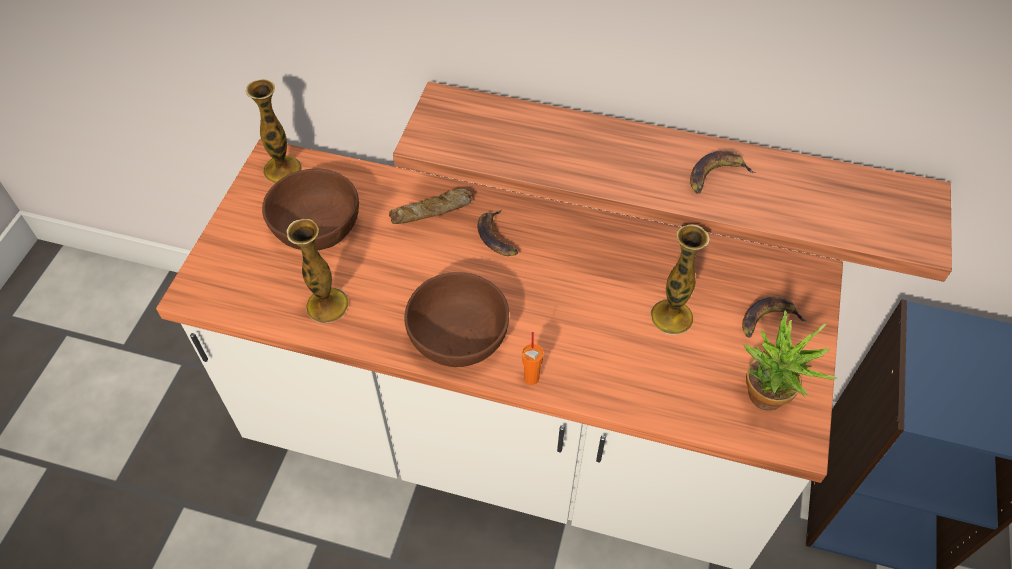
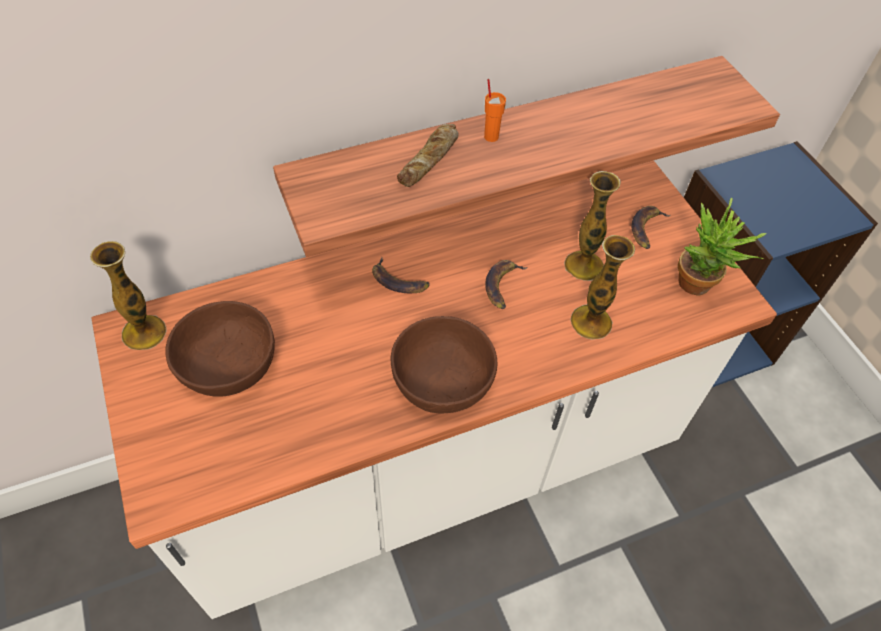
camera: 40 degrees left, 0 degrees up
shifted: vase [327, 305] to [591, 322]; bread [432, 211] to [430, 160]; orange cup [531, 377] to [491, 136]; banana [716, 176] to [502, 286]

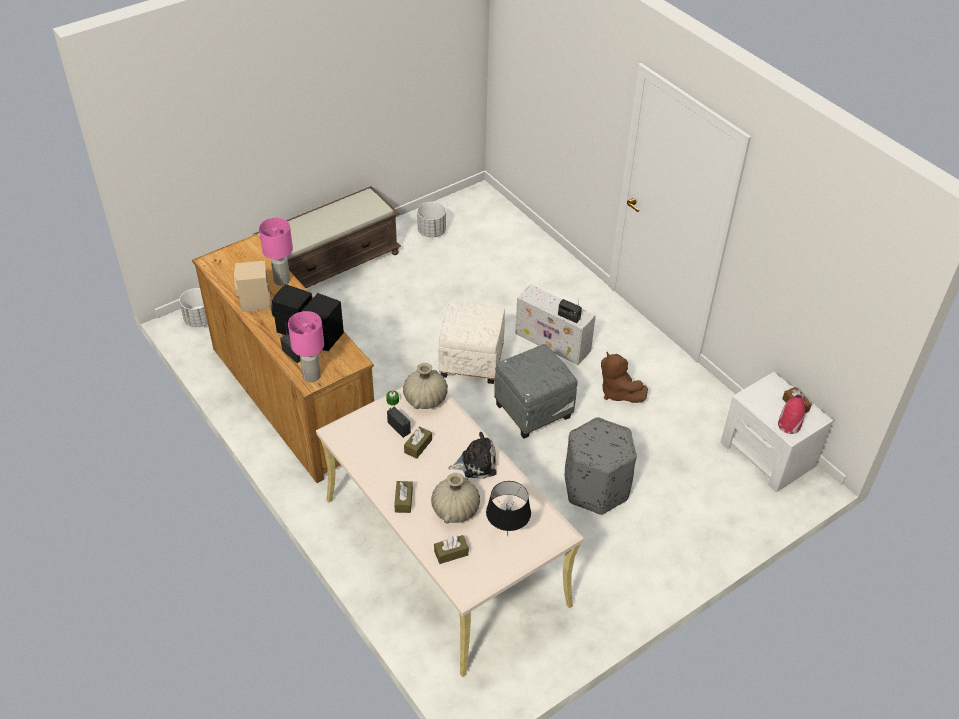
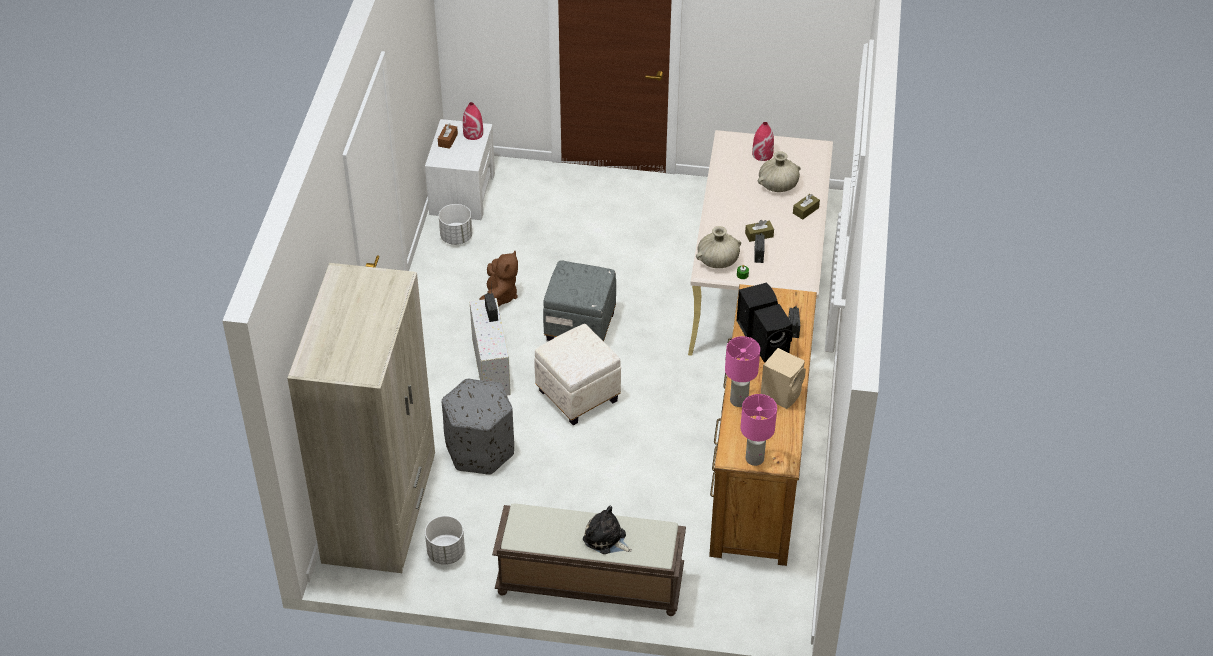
camera: 135 degrees left, 0 degrees up
gone: brown tissue box [451, 553]
new: beige wardrobe [381, 509]
shifted: white planter [200, 320] to [456, 237]; pink table lamp [311, 376] to [755, 458]; plush toy [476, 463] to [606, 539]; grey ottoman [596, 488] to [480, 450]
swapped: black table lamp [507, 536] to red vase [762, 154]

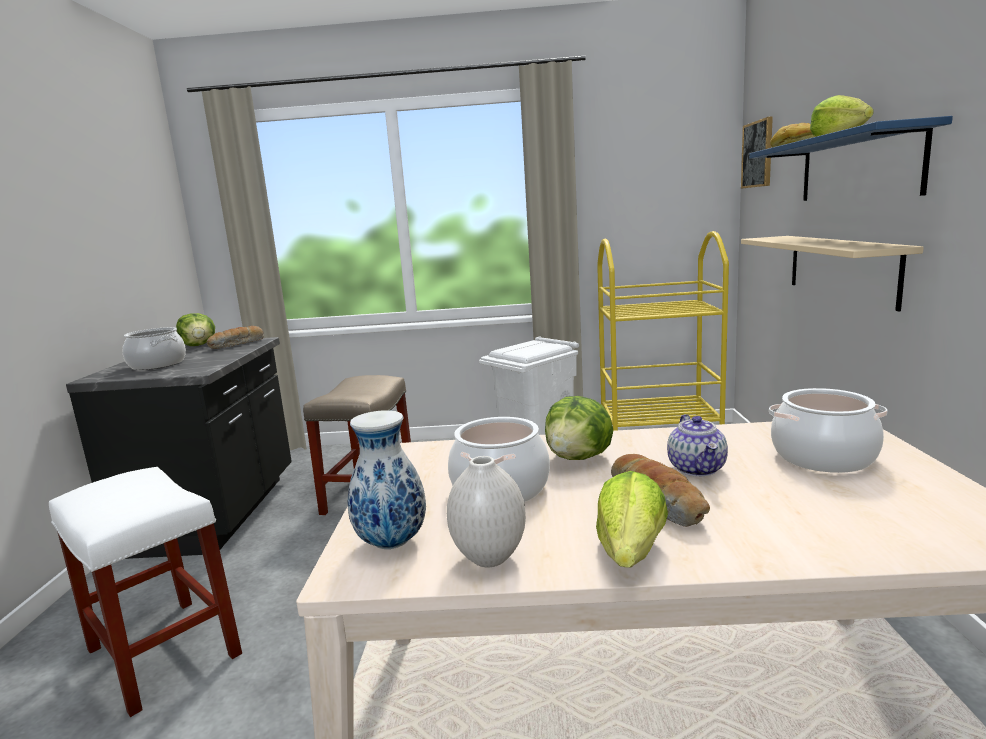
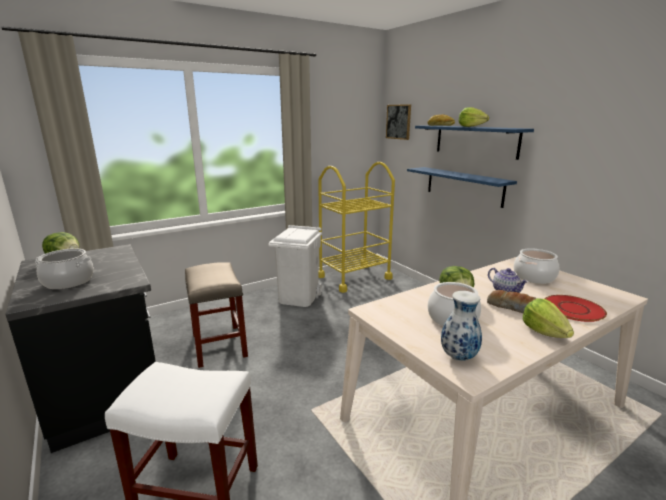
camera: 35 degrees left, 5 degrees up
gone: bread [238, 344]; white vase [489, 557]
new: red plate [573, 309]
repainted: beige shelf [840, 268] to blue shelf [464, 186]

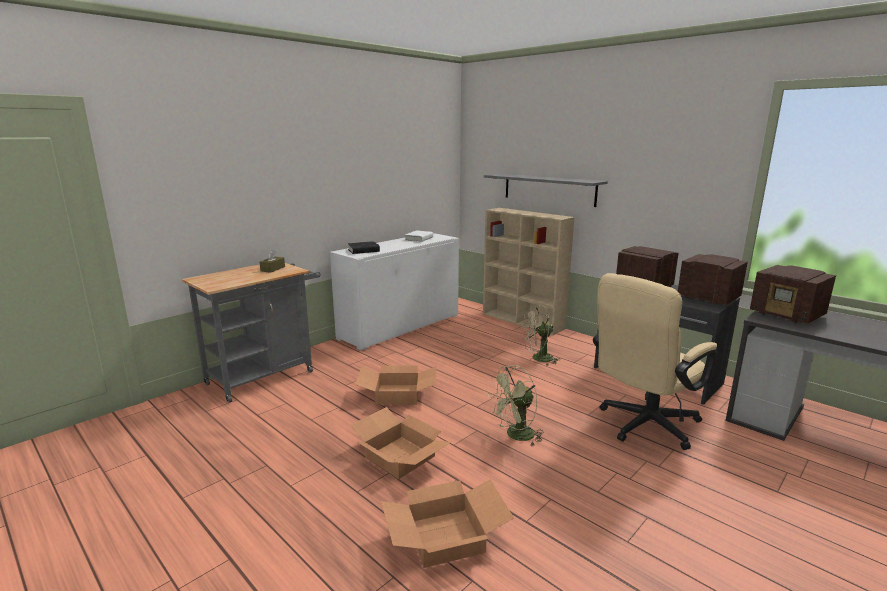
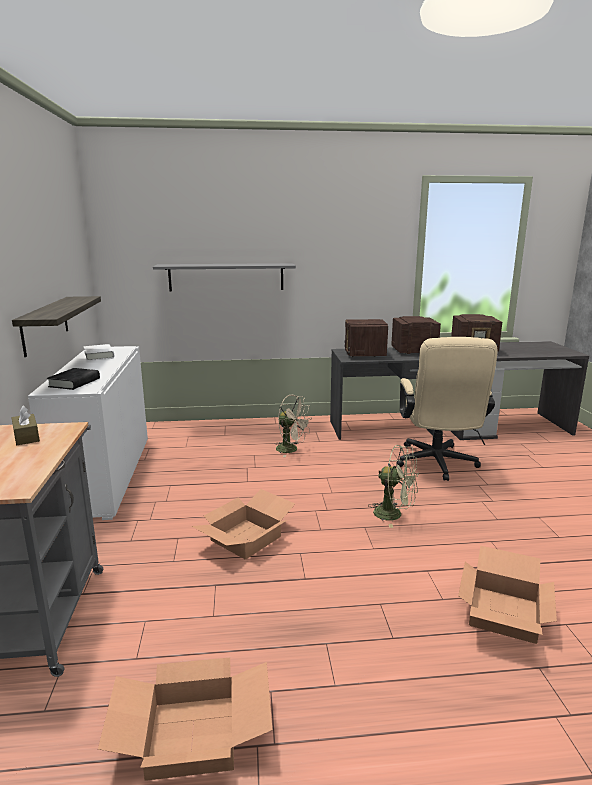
camera: 50 degrees left, 0 degrees up
gone: beige bookcase [523, 321]
new: shelf [45, 324]
shifted: cardboard box [398, 456] to [191, 737]
rotated: green fan [515, 436] = [394, 514] 75 degrees counterclockwise; beige fan [538, 359] = [291, 450] 90 degrees counterclockwise

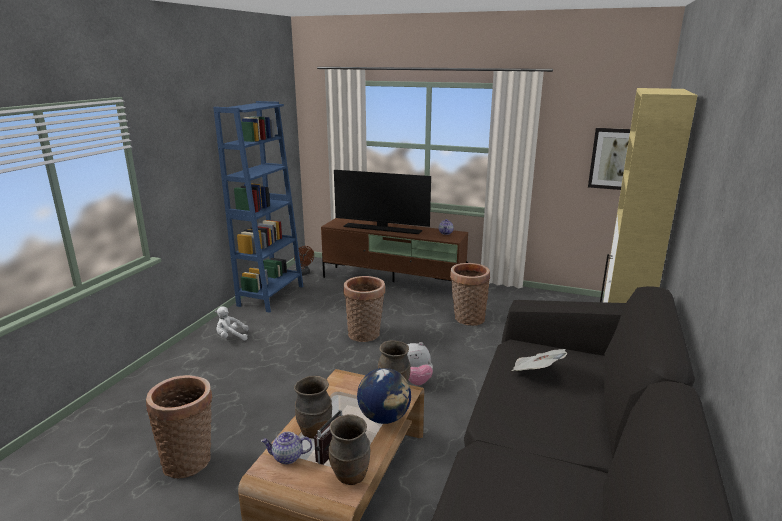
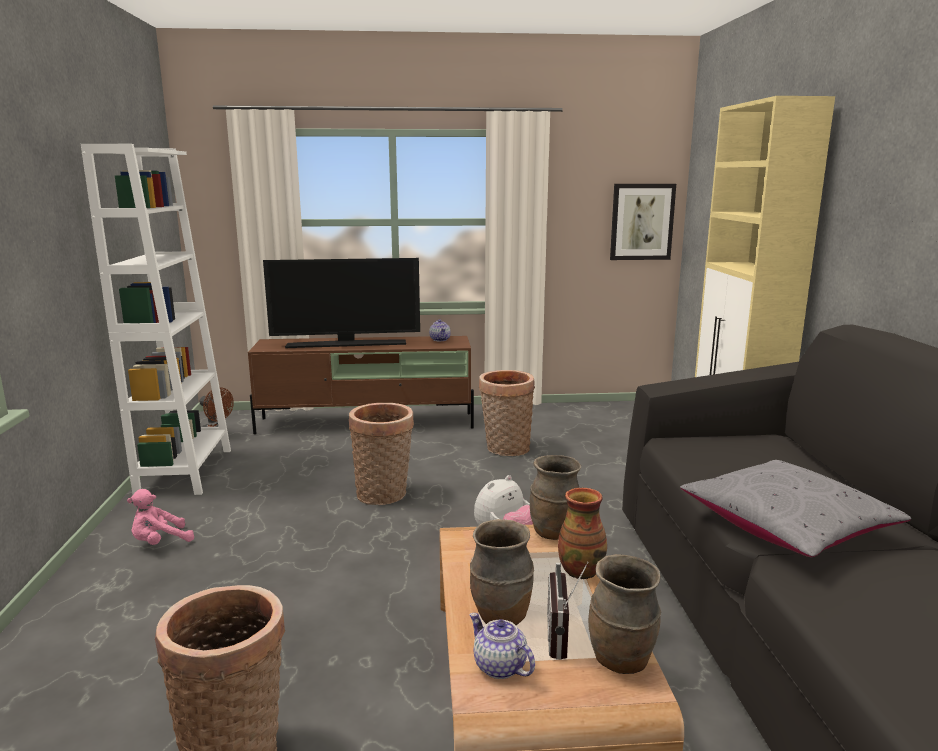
camera: 25 degrees left, 5 degrees down
gone: newspaper [536, 372]
new: grey pillow [786, 527]
swapped: globe [384, 417] to vase [581, 571]
repainted: blue bookcase [271, 296] to white bookcase [185, 472]; white plush toy [231, 337] to pink plush toy [160, 542]
rotated: teapot [287, 457] = [499, 666] 75 degrees clockwise

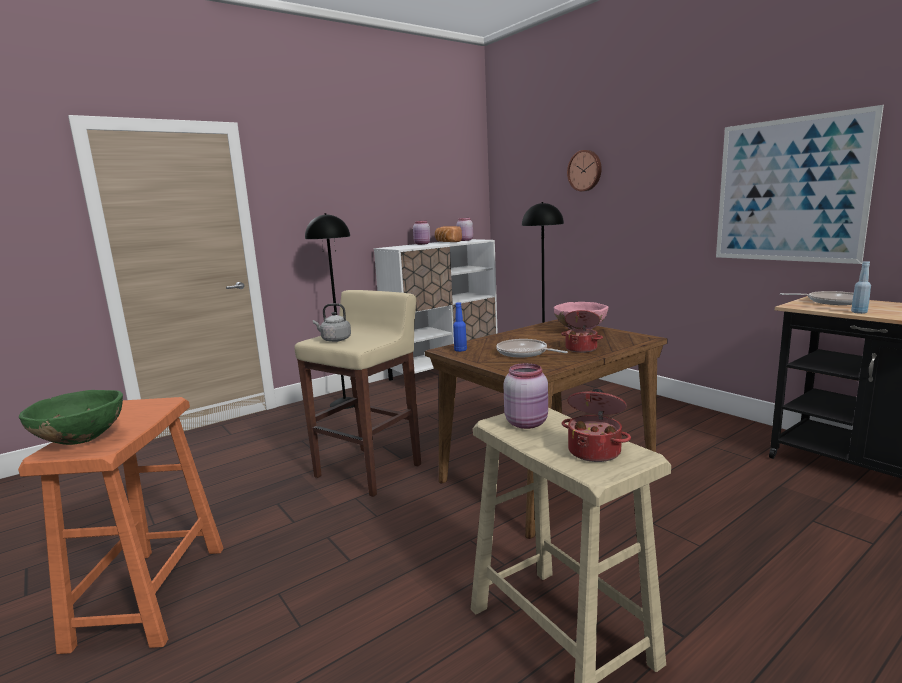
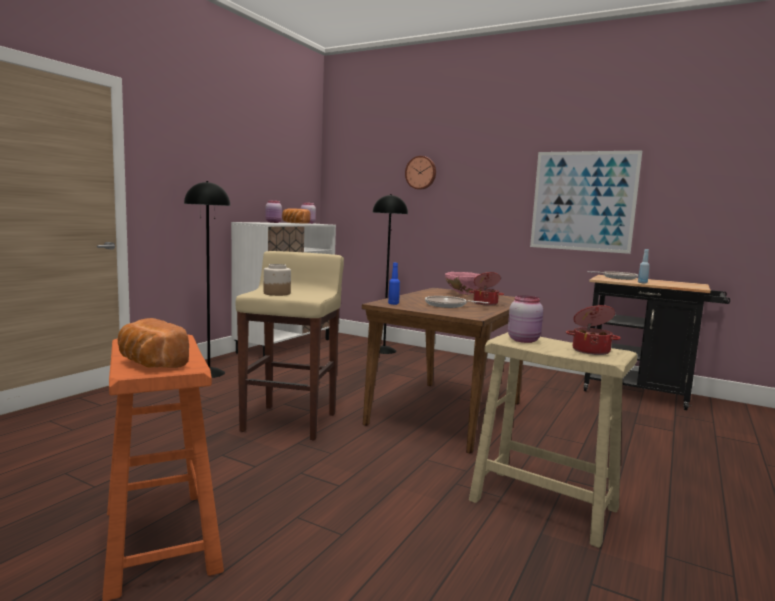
camera: 25 degrees left, 5 degrees down
swapped: green bowl [81, 441] to bread [149, 363]; grey kettle [334, 340] to jar [276, 293]

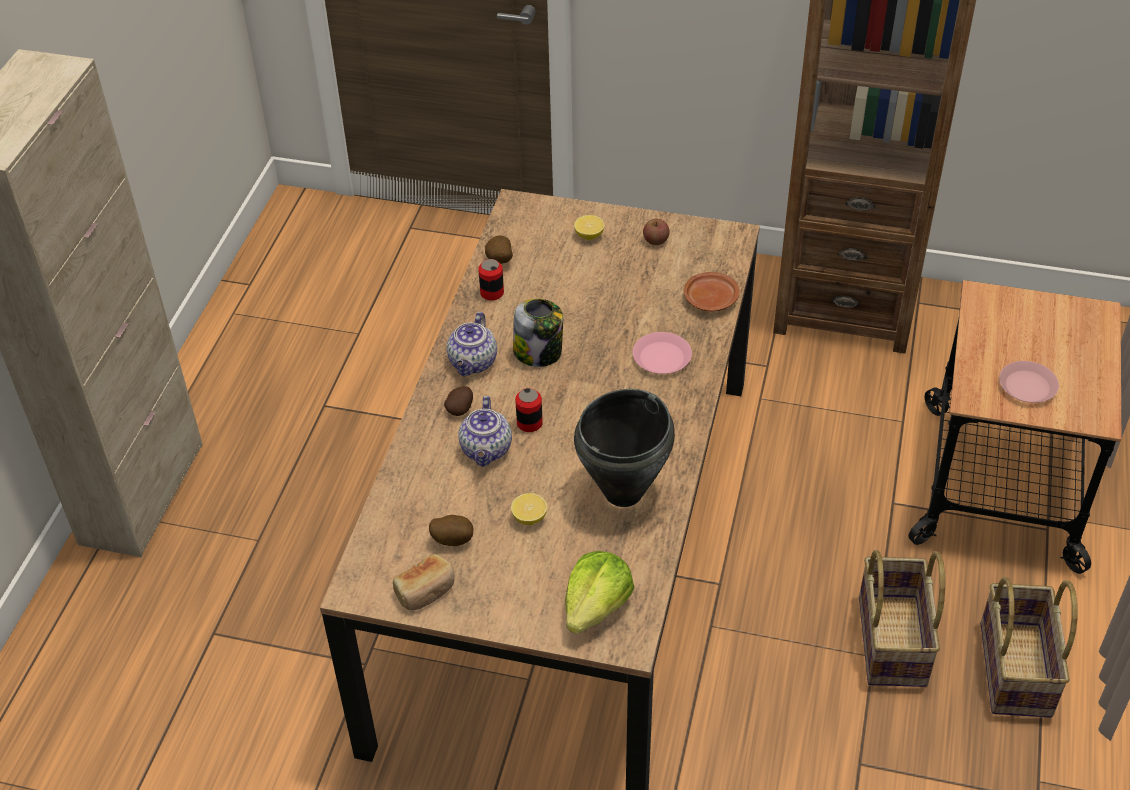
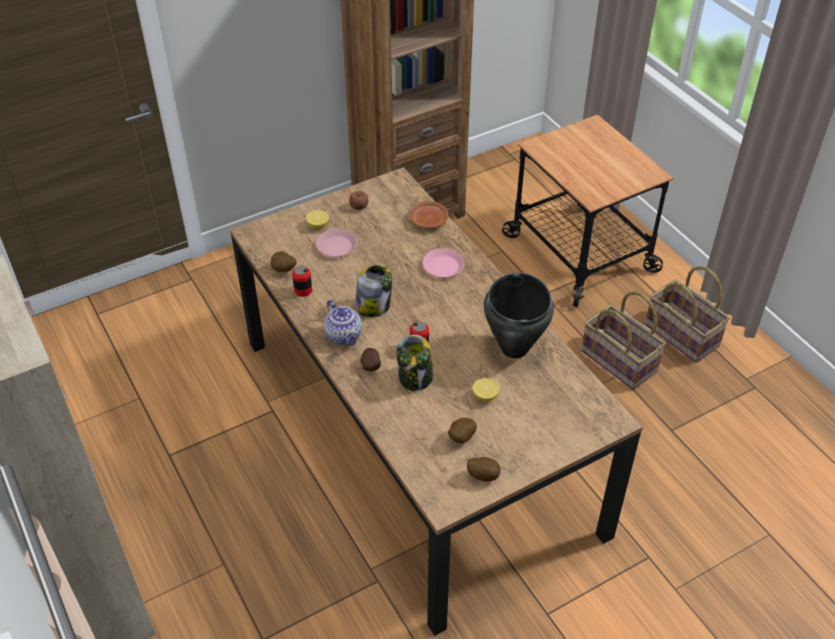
camera: 45 degrees left, 0 degrees up
gone: lettuce [596, 607]
shifted: pink plate [1027, 386] to [336, 246]
swapped: bread [426, 591] to potato [483, 475]; teapot [486, 451] to jar [415, 377]

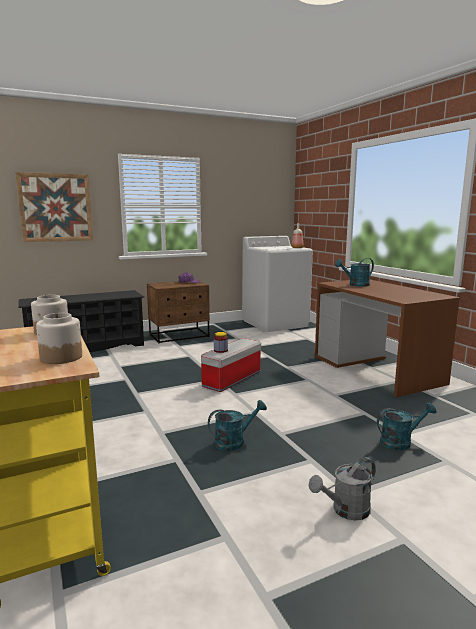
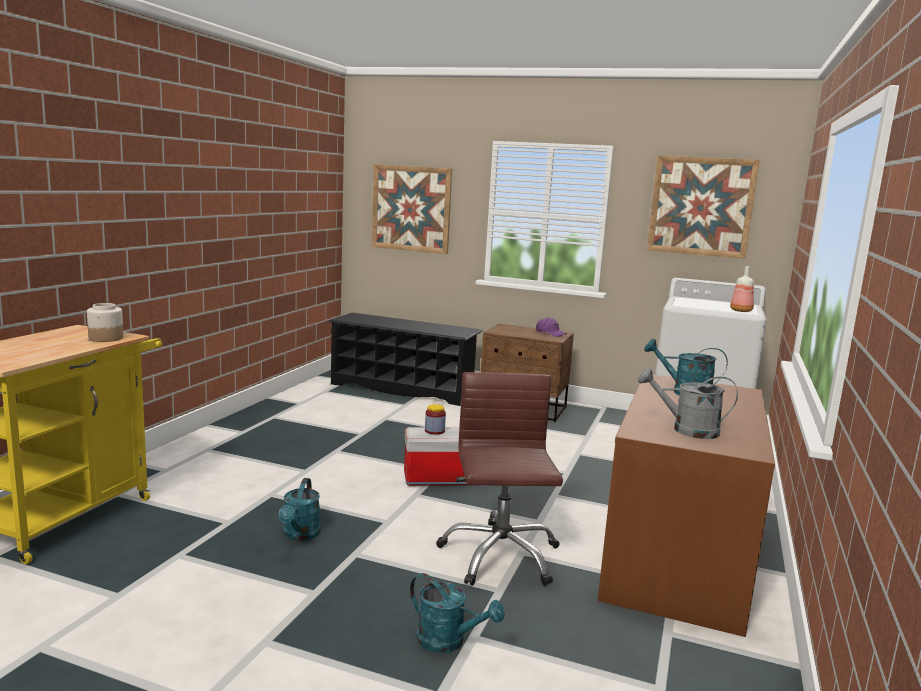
camera: 45 degrees right, 0 degrees up
gone: jar [61, 357]
new: brown office chair [499, 555]; picture [701, 206]
shifted: grey watering can [345, 511] to [686, 430]
rotated: turquoise watering can [234, 442] = [300, 535] 75 degrees clockwise

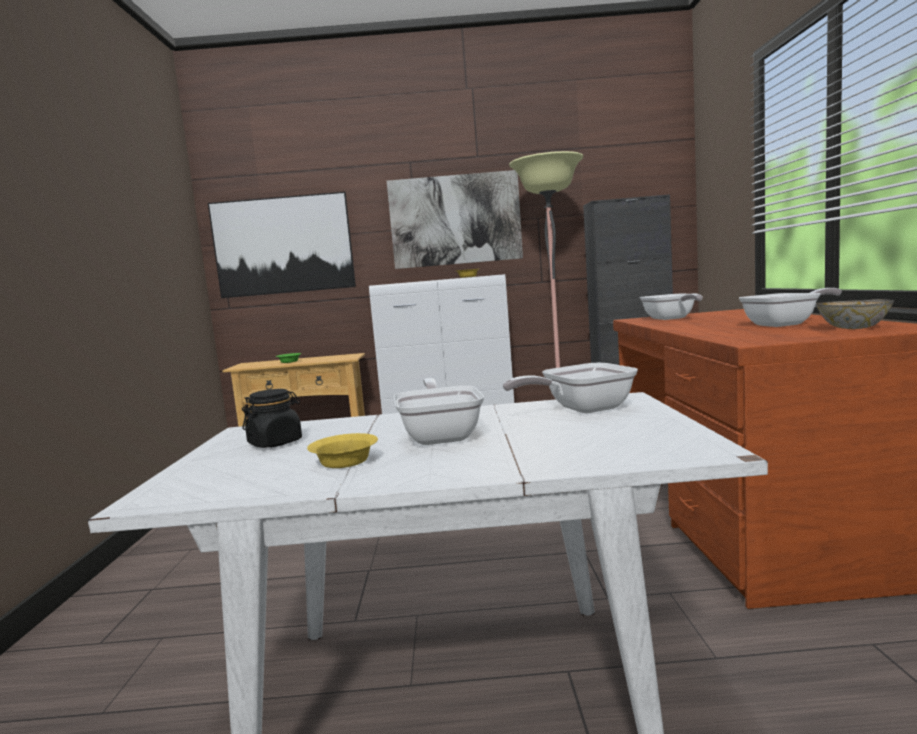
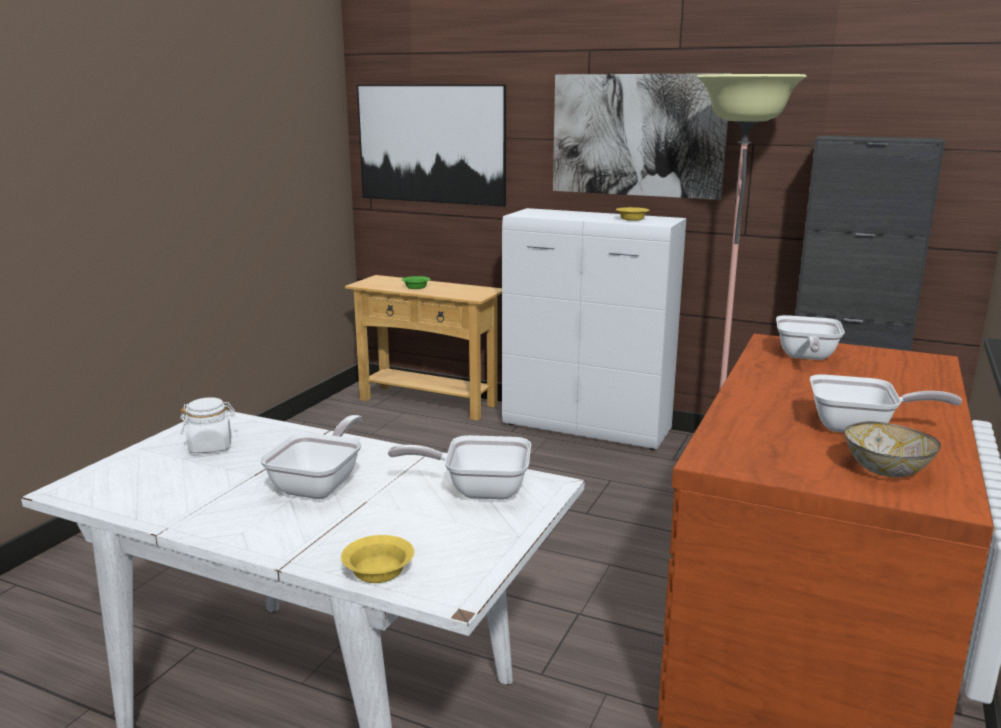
camera: 25 degrees right, 10 degrees up
shifted: yellow bowl [346, 462] to [378, 572]
repainted: black jar [275, 443] to white jar [211, 446]

